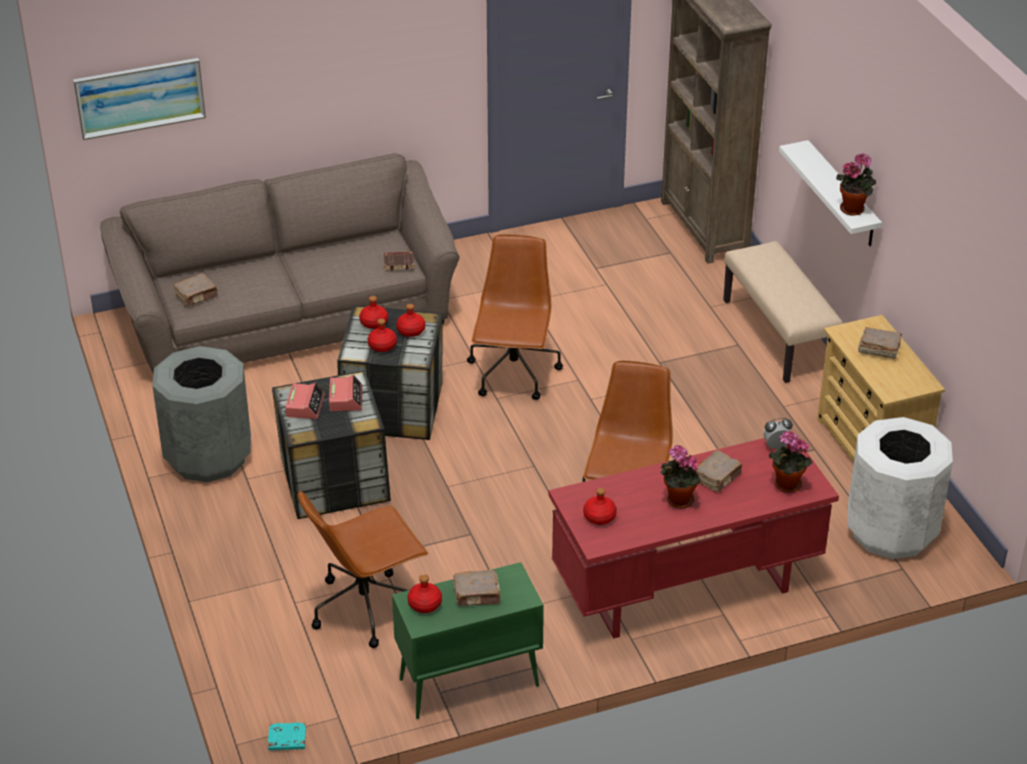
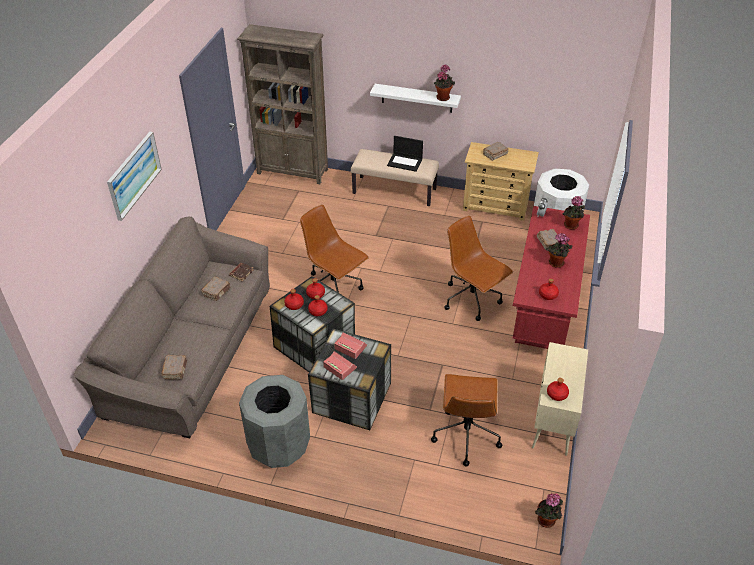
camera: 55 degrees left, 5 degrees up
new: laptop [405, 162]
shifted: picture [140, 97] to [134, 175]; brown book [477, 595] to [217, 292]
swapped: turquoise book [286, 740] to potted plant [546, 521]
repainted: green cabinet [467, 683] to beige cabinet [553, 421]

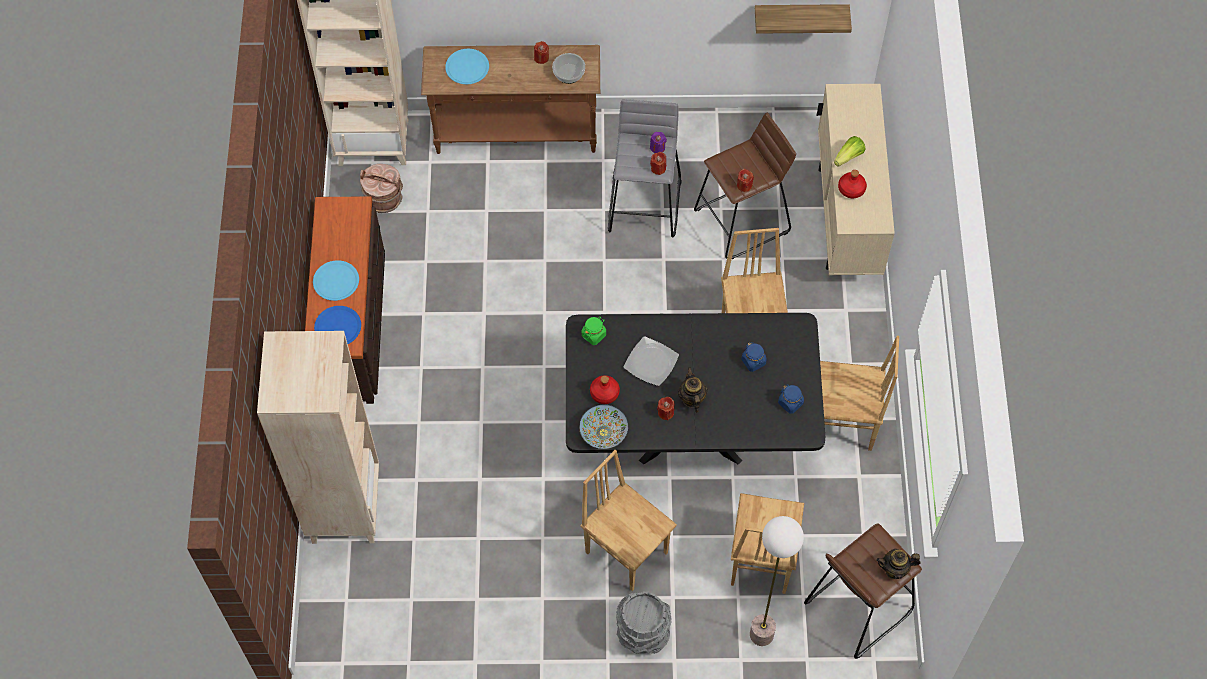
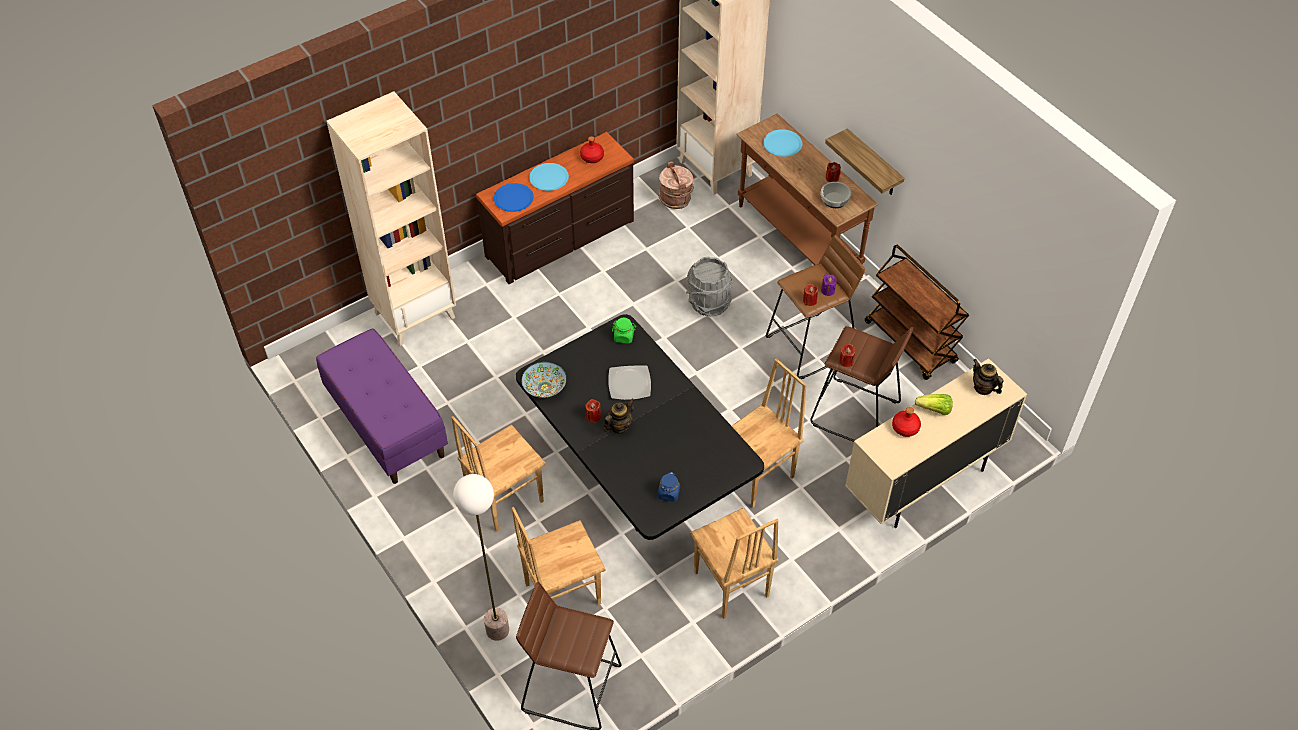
camera: 55 degrees right, 10 degrees down
gone: blue jar [753, 361]
new: purple bench [386, 425]; brown cart [911, 342]
shifted: red bottle [604, 393] to [591, 157]; grey bucket [642, 633] to [708, 303]; shelf [800, 15] to [873, 164]; teapot [895, 569] to [983, 388]
repainted: grey stool [645, 204] to brown stool [811, 346]
rotated: brown chair [627, 551] = [504, 499] 135 degrees counterclockwise

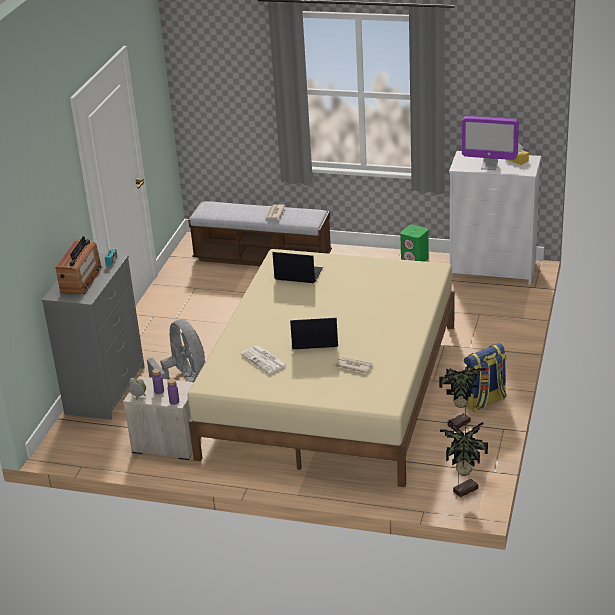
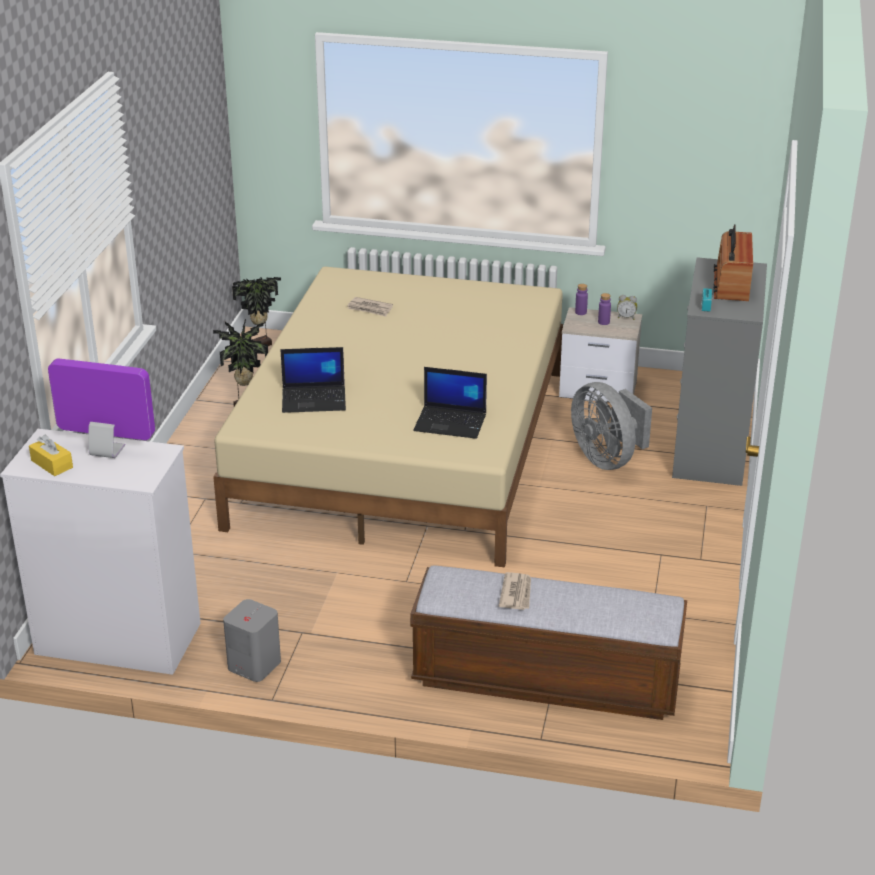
camera: 175 degrees right, 0 degrees up
gone: newspaper [265, 360]; backpack [484, 401]
shifted: laptop [314, 340] to [314, 399]
repainted: green speaker [415, 260] to grey speaker [254, 665]

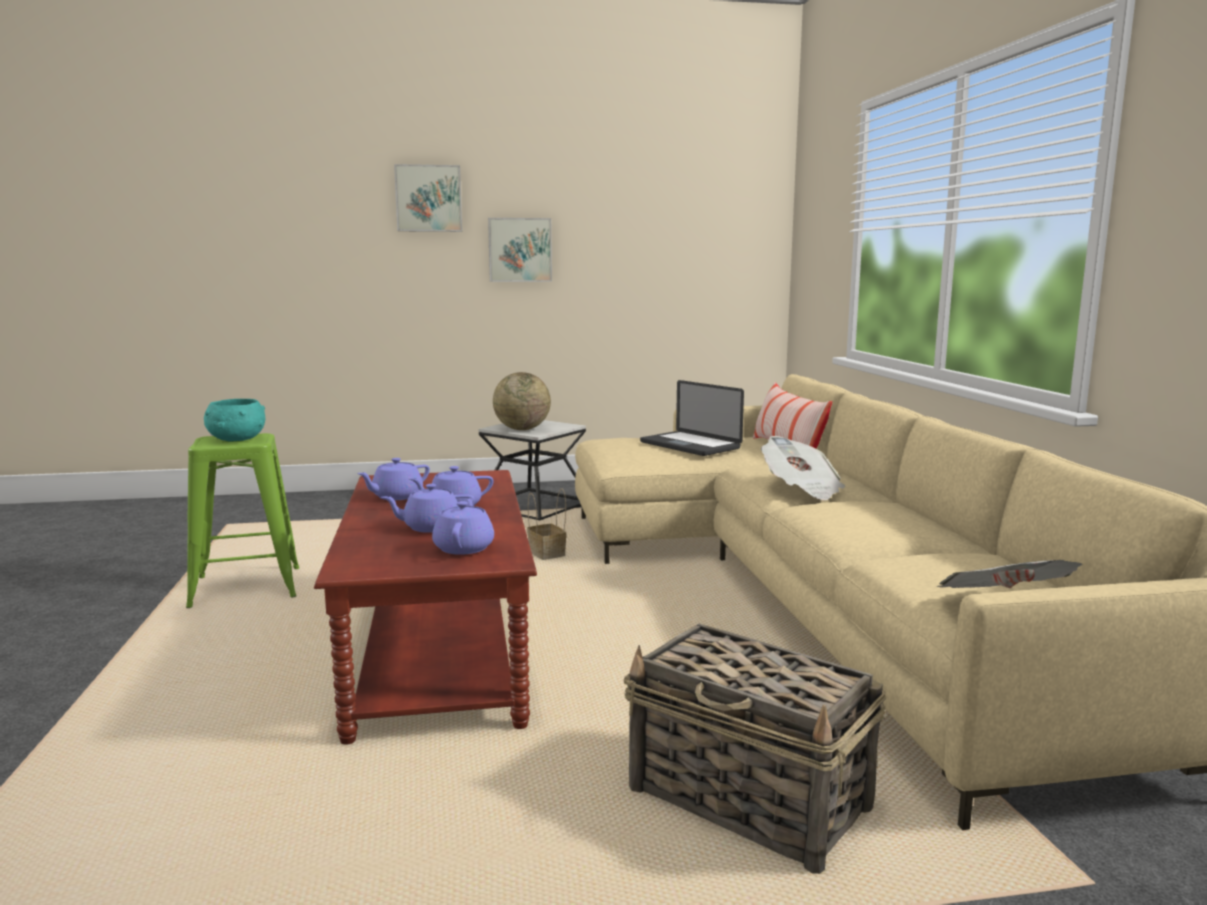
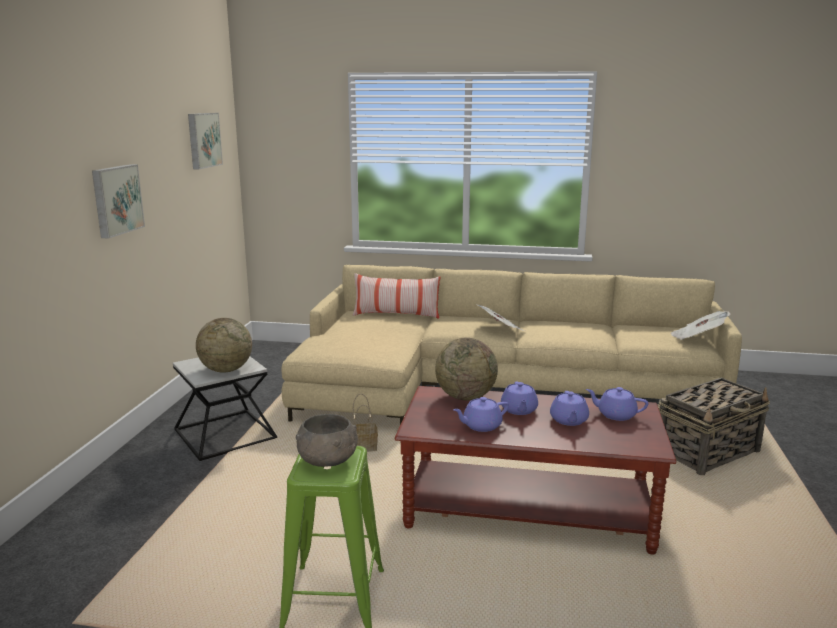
camera: 70 degrees left, 5 degrees up
gone: laptop [690, 445]
new: globe [465, 397]
shifted: picture [428, 198] to [203, 140]
repainted: turquoise bowl [236, 439] to grey bowl [328, 460]
rotated: purple teapot [396, 496] = [481, 426] 90 degrees clockwise

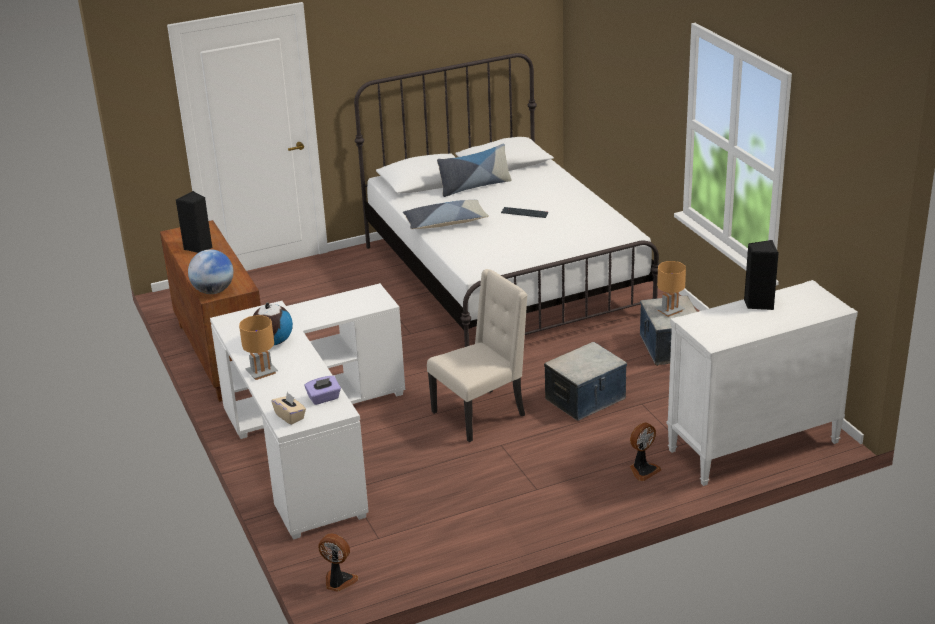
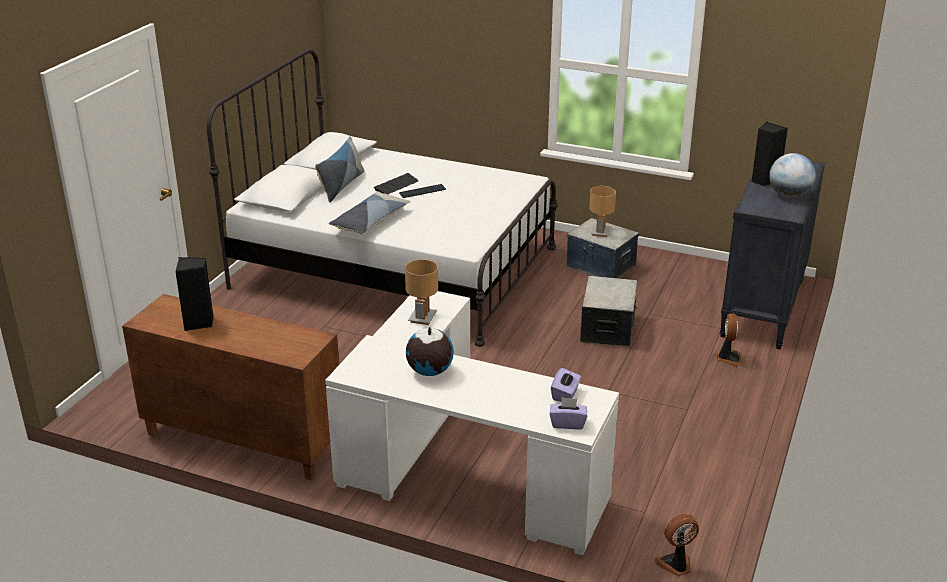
camera: 45 degrees left, 0 degrees up
gone: beige chair [480, 414]
new: keyboard [396, 185]
shifted: globe [213, 291] to [789, 195]; brown table lamp [262, 372] to [423, 318]
repainted: beige tissue box [290, 416] to purple tissue box [567, 423]; white dresser [753, 447] to black dresser [763, 309]

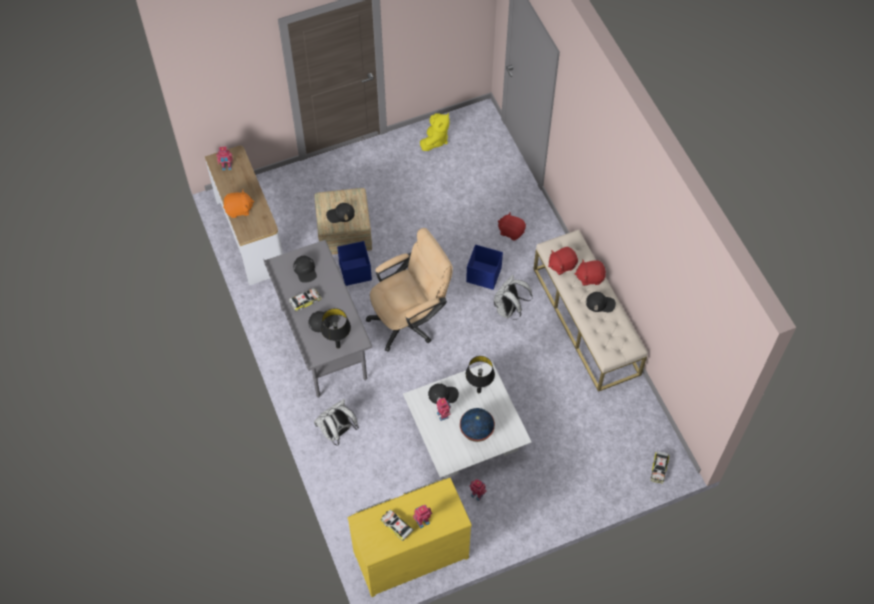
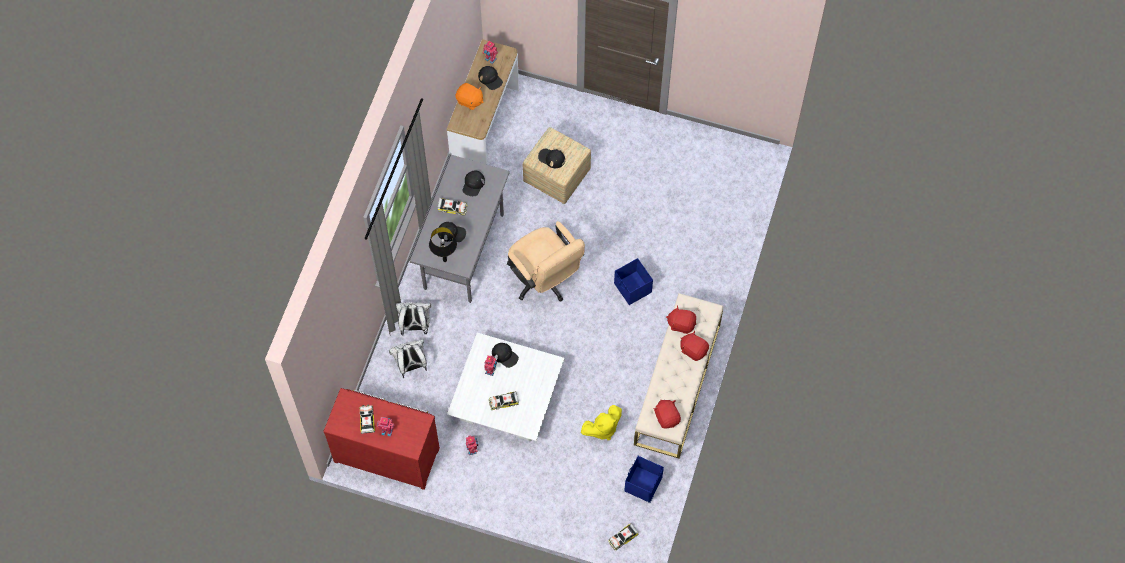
camera: 40 degrees right, 5 degrees up
gone: black table lamp [478, 391]
shifted: blue storage box [355, 272] to [642, 484]; yellow plush toy [435, 140] to [602, 428]; white backpack [509, 310] to [411, 366]; red plush toy [511, 231] to [667, 417]; black cap [600, 303] to [490, 79]
swapped: globe [477, 431] to toy car [503, 402]
repainted: yellow dresser [409, 552] to red dresser [387, 452]
rotated: beige office chair [410, 319] = [544, 280] 45 degrees clockwise

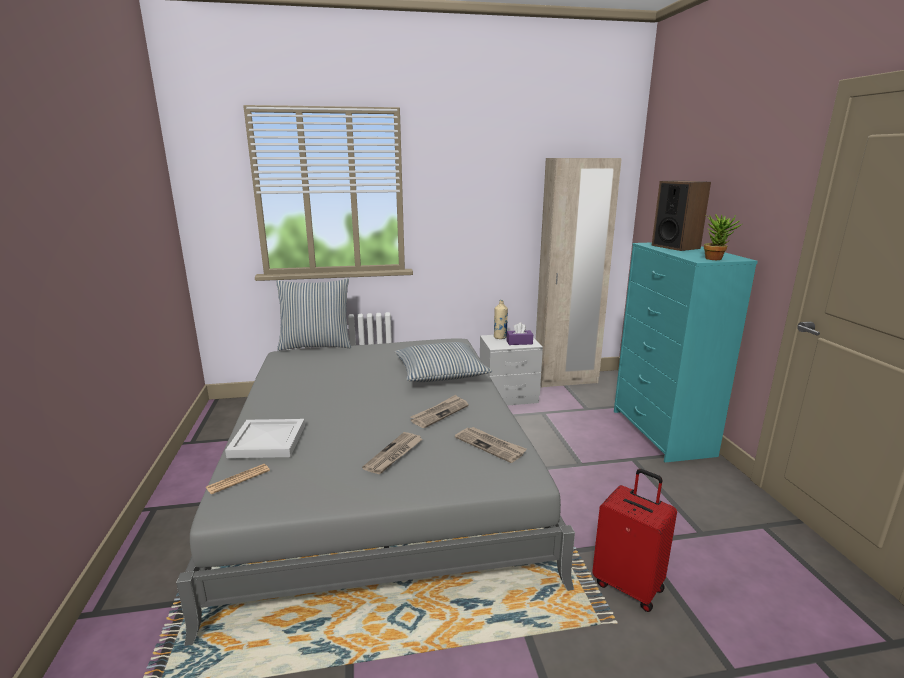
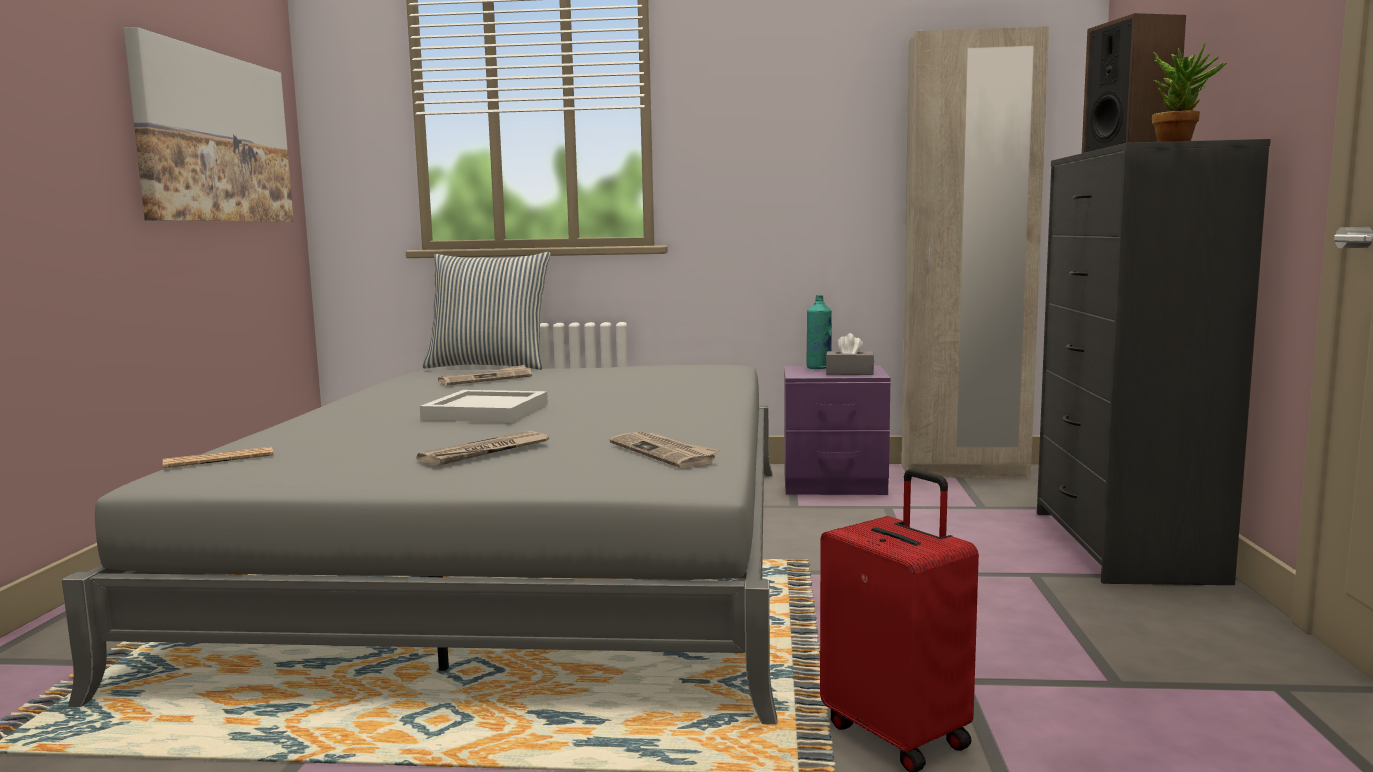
camera: 15 degrees right, 10 degrees down
gone: pillow [440, 373]
new: picture [214, 138]
shifted: white tray [269, 440] to [488, 411]; newspaper [440, 413] to [486, 379]
repainted: grey nightstand [508, 396] to purple nightstand [834, 484]; beige bottle [500, 337] to turquoise bottle [819, 368]; purple tissue box [519, 342] to grey tissue box [849, 373]; turquoise dresser [662, 433] to black dresser [1125, 546]

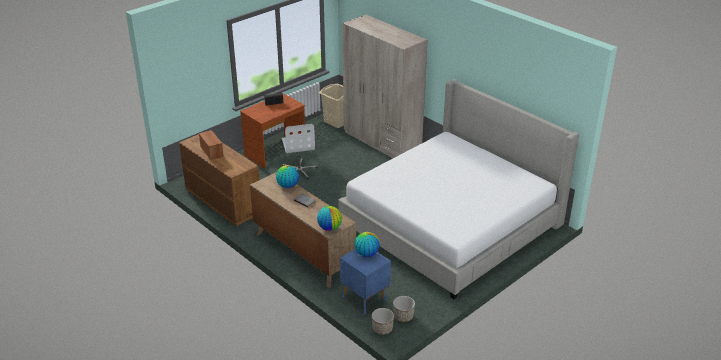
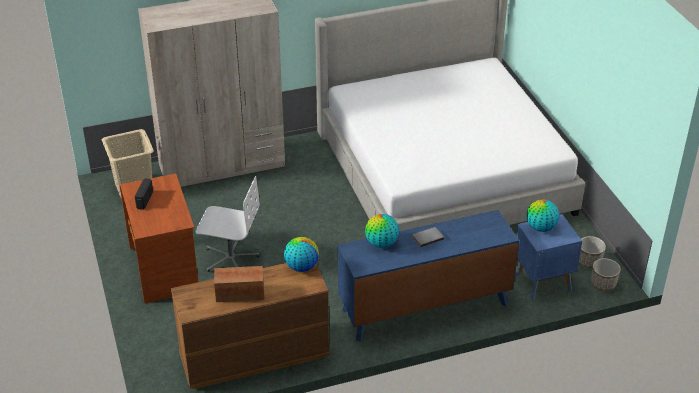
camera: 65 degrees left, 5 degrees up
shifted: globe [329, 228] to [301, 267]
repainted: brown dresser [303, 252] to blue dresser [424, 307]

